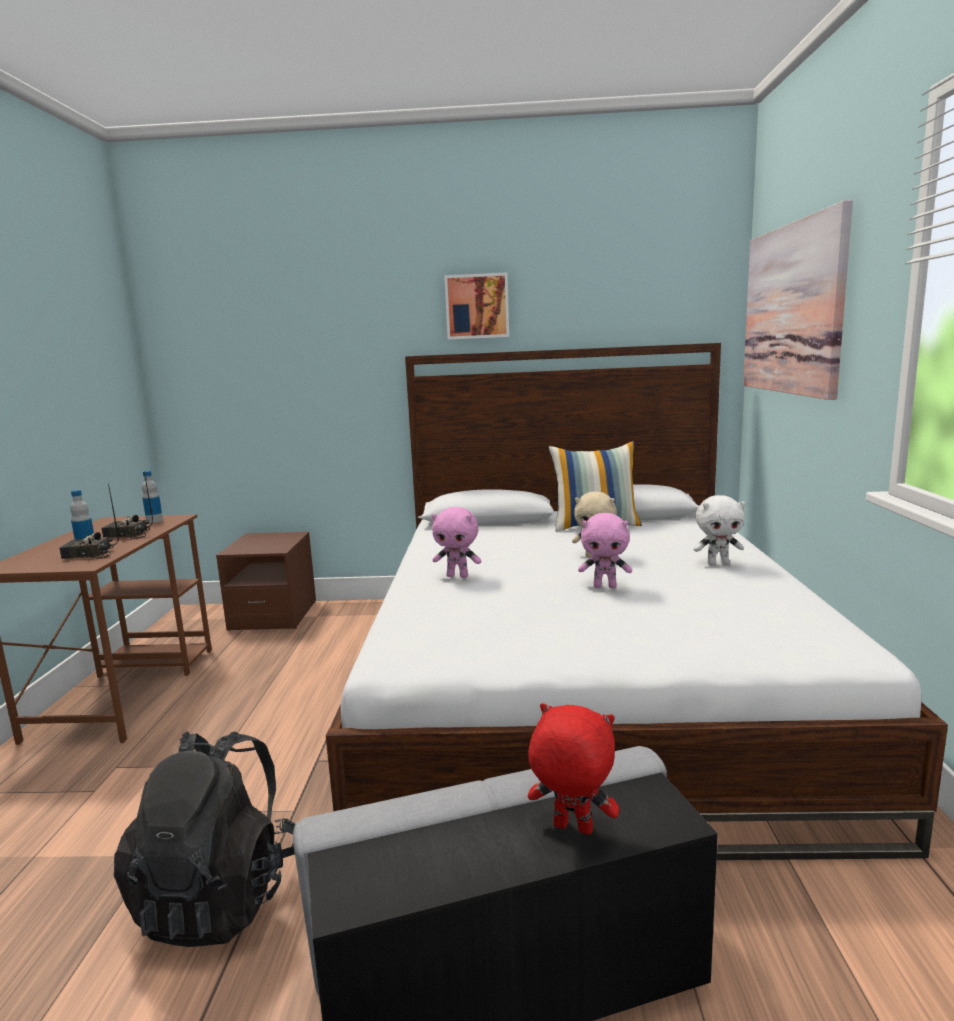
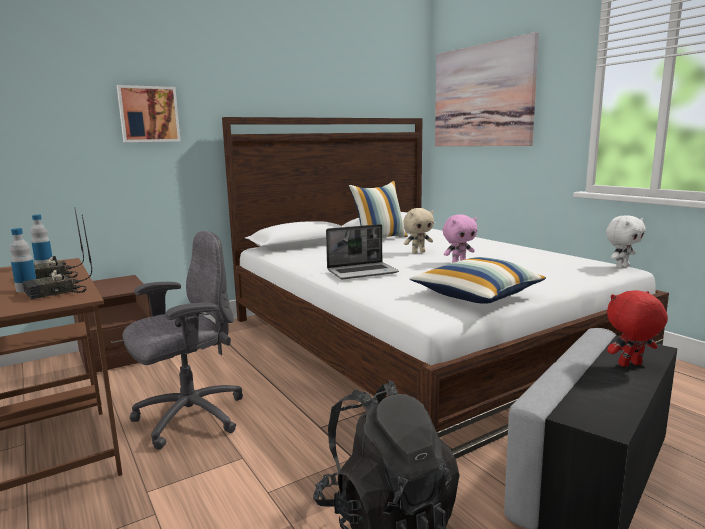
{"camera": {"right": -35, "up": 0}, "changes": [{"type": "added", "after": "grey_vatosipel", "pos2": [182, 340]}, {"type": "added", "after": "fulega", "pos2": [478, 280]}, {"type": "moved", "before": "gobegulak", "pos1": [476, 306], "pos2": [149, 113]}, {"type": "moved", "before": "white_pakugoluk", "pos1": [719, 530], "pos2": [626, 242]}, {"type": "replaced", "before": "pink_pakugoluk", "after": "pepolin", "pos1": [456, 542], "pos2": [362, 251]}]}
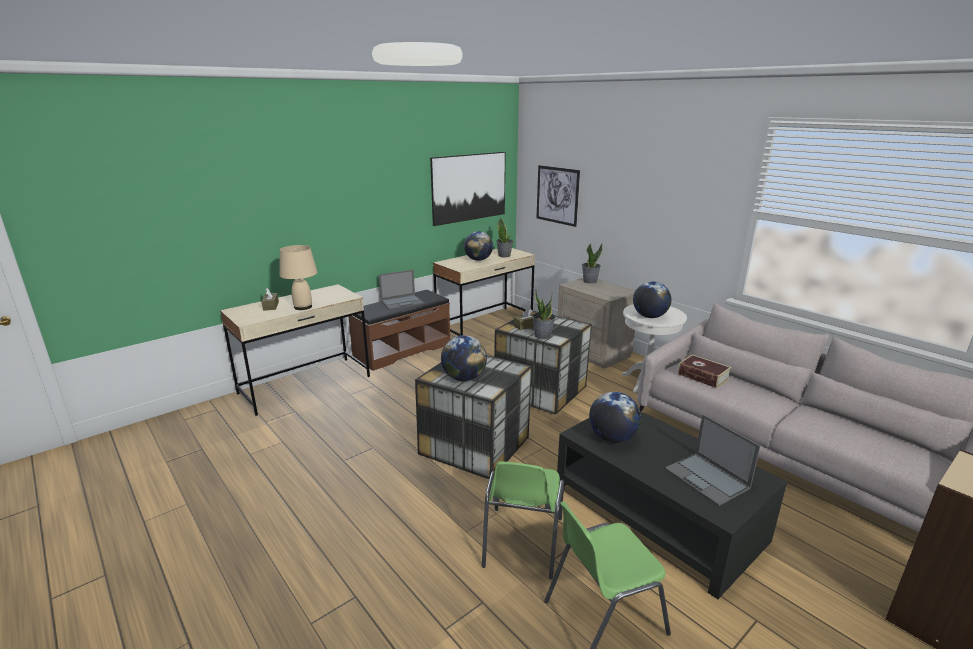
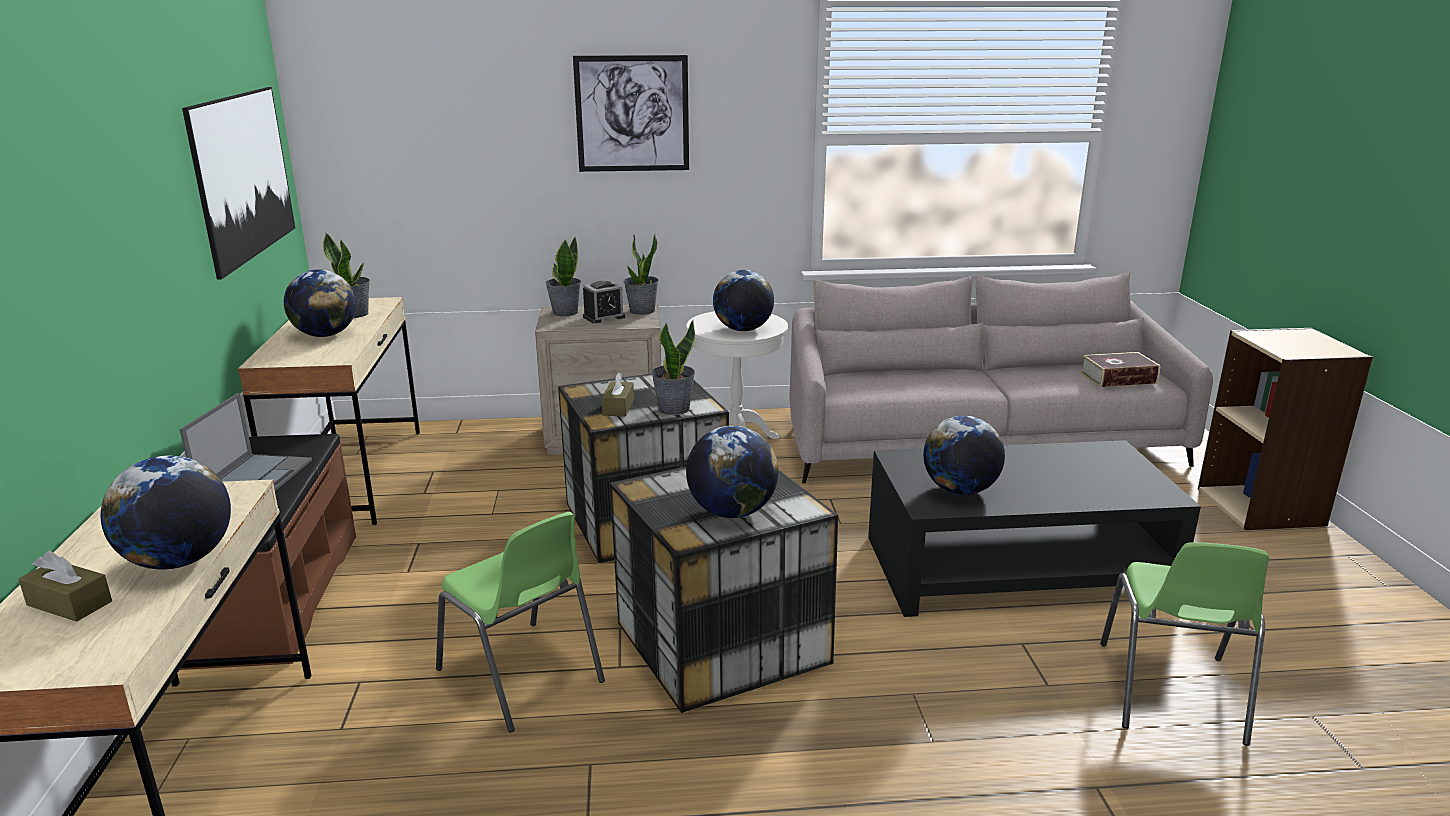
{"camera": {"right": -55, "up": 0}, "changes": [{"type": "removed", "before": "pepolin", "pos1": [712, 460]}, {"type": "added", "after": "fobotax", "pos2": [604, 302]}, {"type": "added", "after": "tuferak", "pos2": [641, 275]}, {"type": "moved", "before": "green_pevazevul", "pos1": [523, 520], "pos2": [520, 622]}, {"type": "moved", "before": "gobegulak", "pos1": [558, 196], "pos2": [631, 113]}, {"type": "moved", "before": "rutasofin", "pos1": [705, 371], "pos2": [1120, 369]}, {"type": "replaced", "before": "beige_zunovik", "after": "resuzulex", "pos1": [298, 277], "pos2": [166, 512]}]}
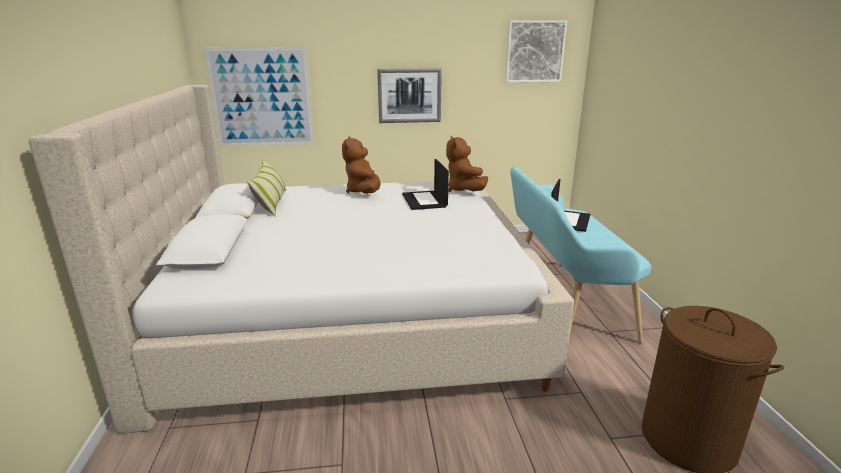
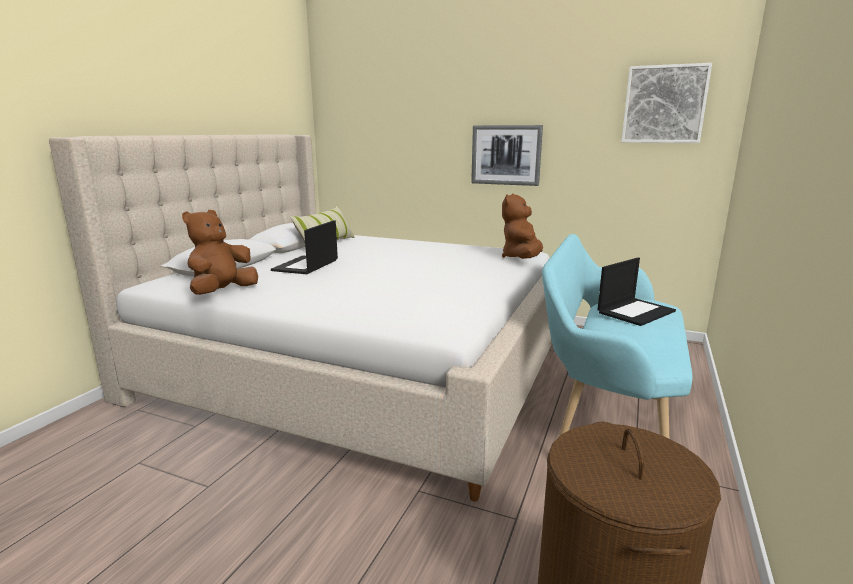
{"camera": {"right": 30, "up": -5}, "changes": [{"type": "removed", "before": "gobegulak", "pos1": [259, 97]}, {"type": "moved", "before": "brown_pakugoluk", "pos1": [361, 165], "pos2": [220, 252]}, {"type": "moved", "before": "pepolin", "pos1": [425, 184], "pos2": [304, 247]}]}
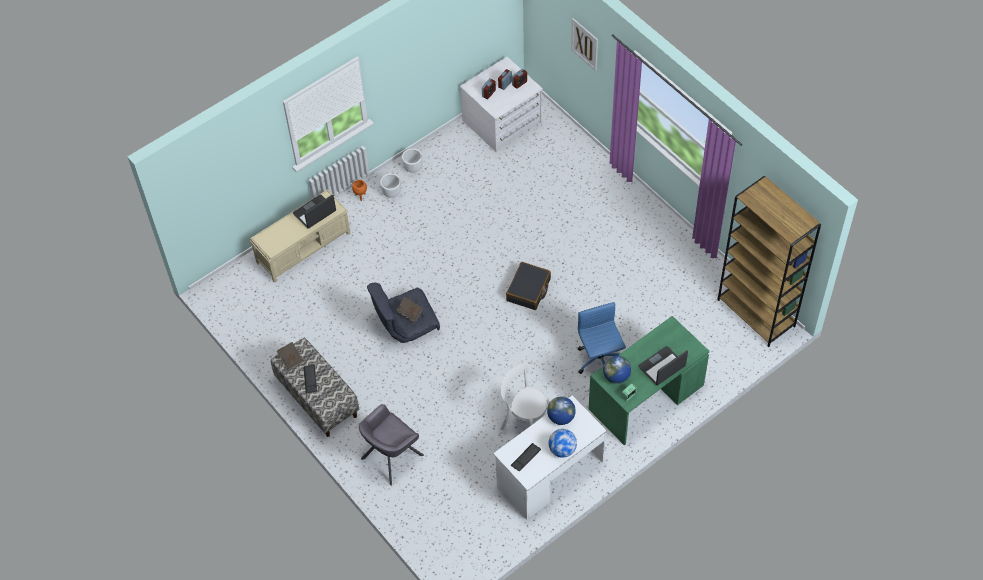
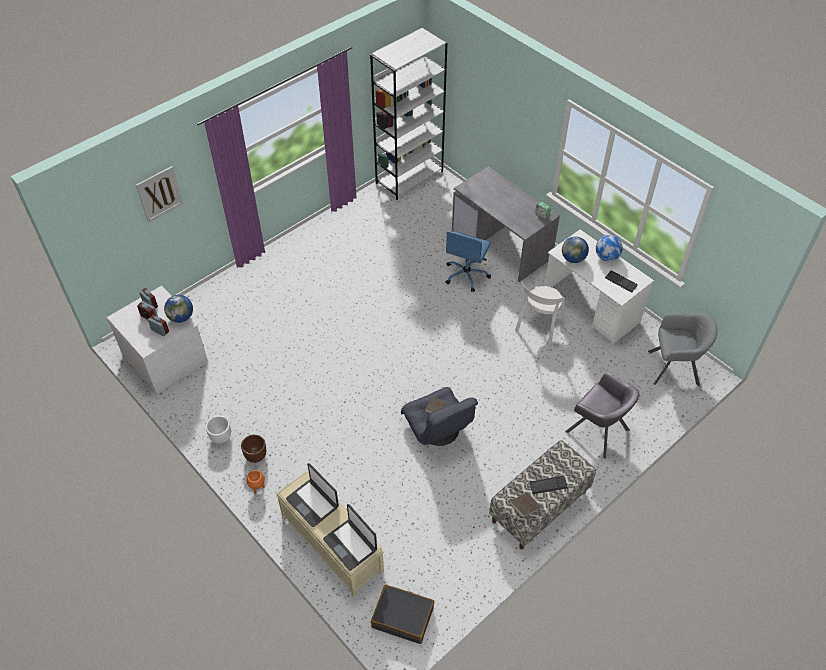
{"camera": {"right": -95, "up": -5}, "changes": [{"type": "added", "after": "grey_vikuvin", "pos2": [683, 349]}, {"type": "moved", "before": "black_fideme", "pos1": [528, 286], "pos2": [402, 614]}, {"type": "moved", "before": "resuzulex", "pos1": [617, 370], "pos2": [178, 309]}, {"type": "moved", "before": "pepolin", "pos1": [663, 365], "pos2": [350, 537]}, {"type": "recoloured", "before": "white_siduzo", "after": "brown_siduzo", "pos1": [390, 186], "pos2": [253, 448]}, {"type": "recoloured", "before": "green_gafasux", "after": "grey_gafasux", "pos1": [649, 380], "pos2": [506, 224]}, {"type": "recoloured", "before": "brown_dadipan", "after": "white_dadipan", "pos1": [769, 261], "pos2": [408, 114]}, {"type": "turned", "before": "blue_vatosipel", "pos1": [602, 338], "pos2": [468, 261], "turn": -45}]}
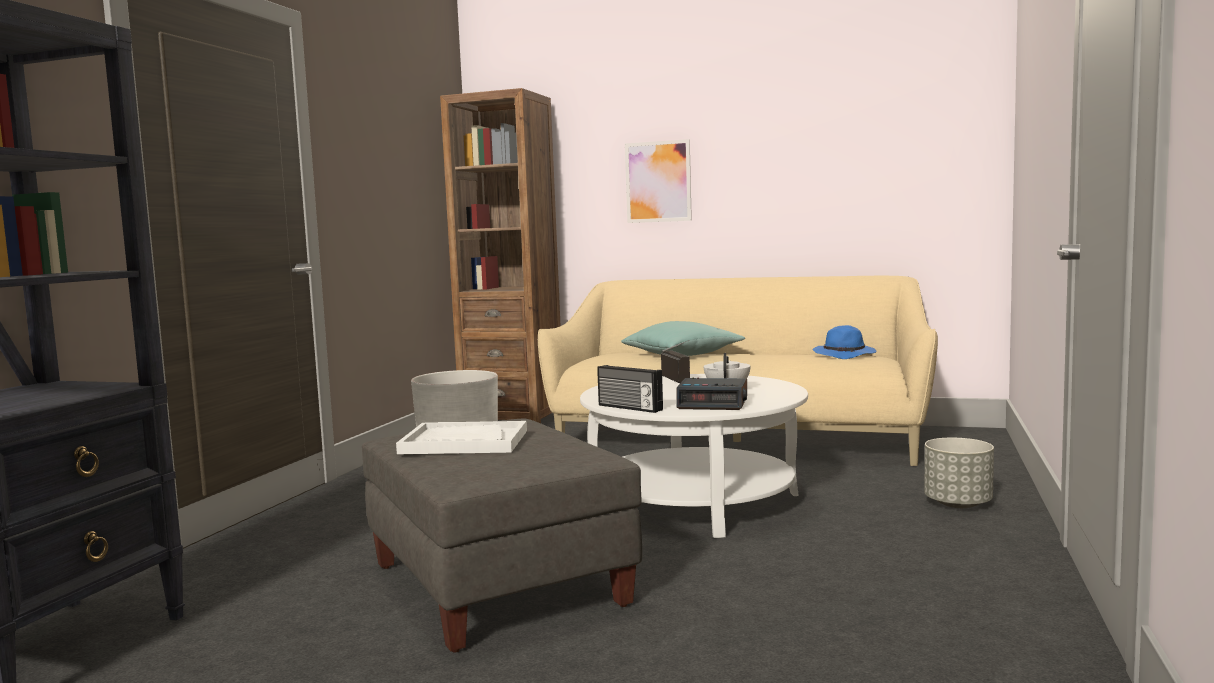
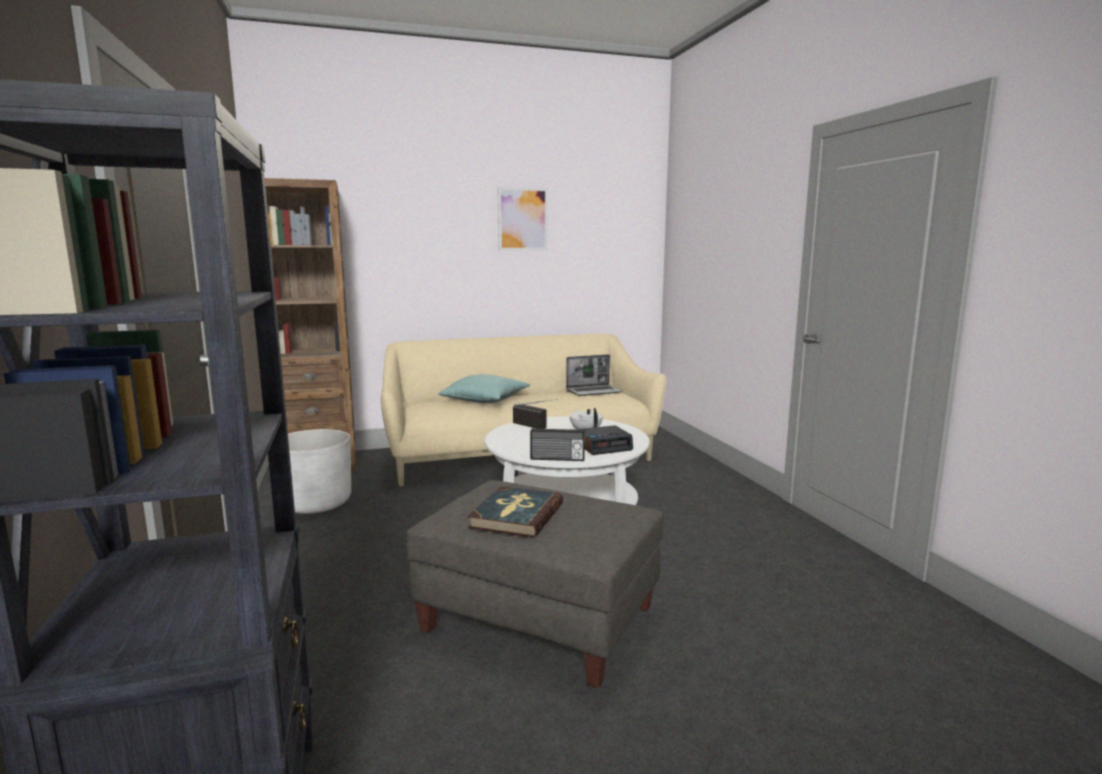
{"camera": {"right": -35, "up": 5}, "changes": [{"type": "removed", "before": "grey_siduzo", "pos1": [959, 473]}, {"type": "moved", "before": "gobegulak", "pos1": [658, 181], "pos2": [523, 219]}, {"type": "replaced", "before": "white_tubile", "after": "rutasofin", "pos1": [461, 437], "pos2": [515, 512]}, {"type": "replaced", "before": "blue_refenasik", "after": "pepolin", "pos1": [844, 342], "pos2": [594, 375]}]}
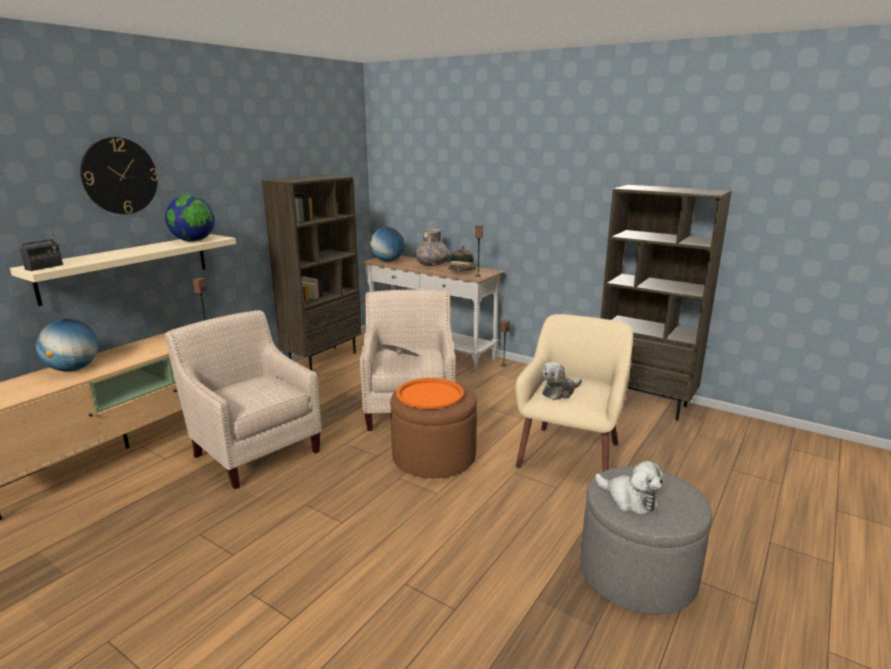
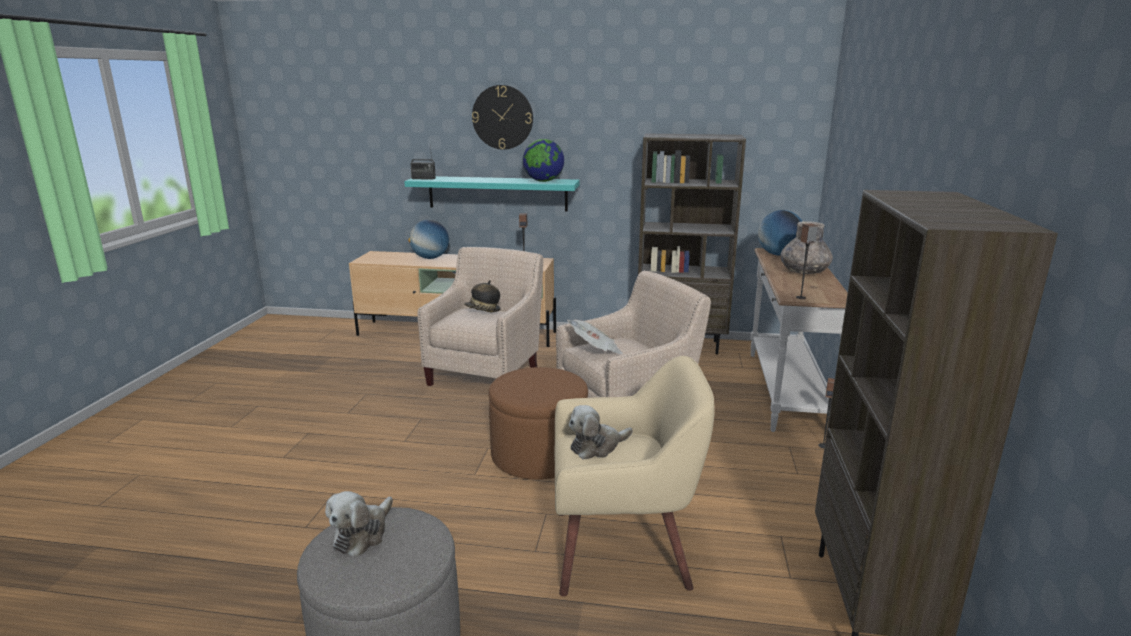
{"camera": {"right": 65, "up": 0}, "changes": [{"type": "removed", "before": "orange_tubile", "pos1": [430, 393]}, {"type": "moved", "before": "refenasik", "pos1": [462, 258], "pos2": [482, 296]}, {"type": "recoloured", "before": "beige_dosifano", "after": "turquoise_dosifano", "pos1": [123, 270], "pos2": [492, 193]}, {"type": "turned", "before": "pakugoluk", "pos1": [562, 381], "pos2": [601, 432], "turn": -60}]}
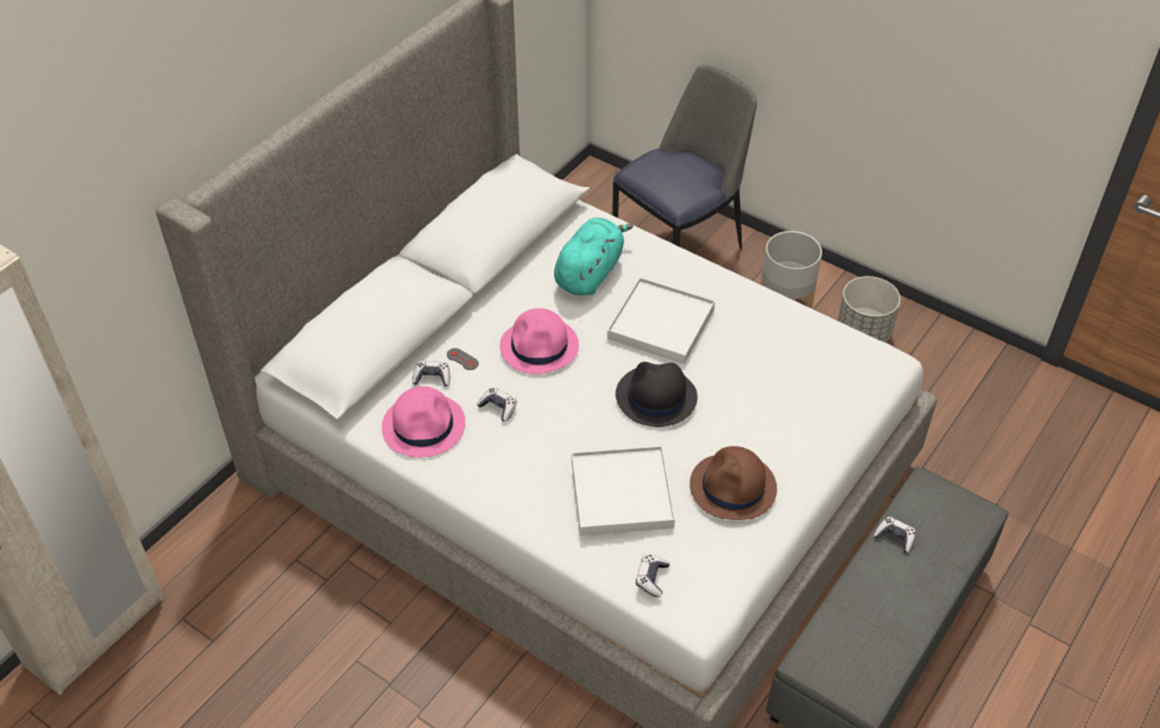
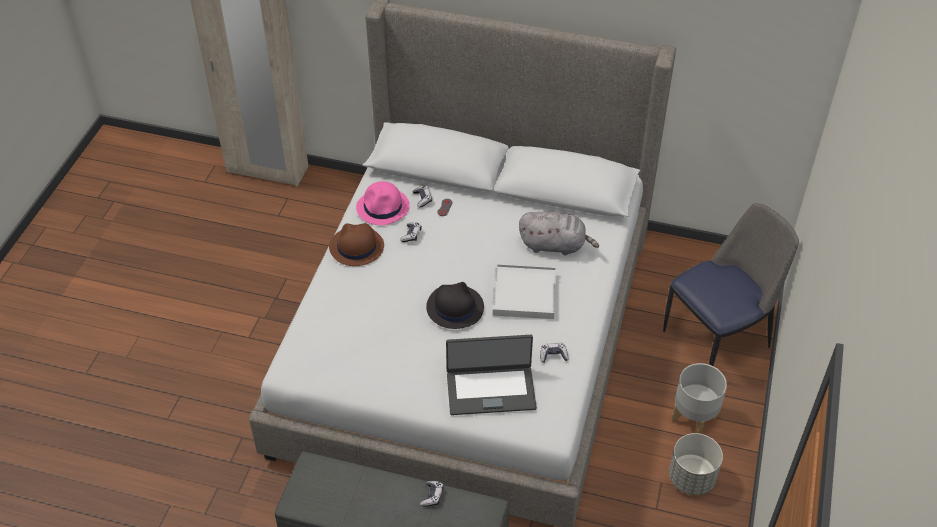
{"camera": {"right": 70, "up": 0}, "changes": [{"type": "removed", "before": "pink_refenasik", "pos1": [539, 341]}, {"type": "removed", "before": "white_tubile", "pos1": [623, 491]}, {"type": "added", "after": "pepolin", "pos2": [491, 375]}, {"type": "moved", "before": "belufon", "pos1": [653, 576], "pos2": [554, 353]}, {"type": "moved", "before": "brown_refenasik", "pos1": [733, 483], "pos2": [356, 244]}, {"type": "recoloured", "before": "turquoise_pakugoluk", "after": "grey_pakugoluk", "pos1": [593, 257], "pos2": [559, 234]}, {"type": "turned", "before": "pevazevul", "pos1": [684, 157], "pos2": [731, 284], "turn": -60}]}
